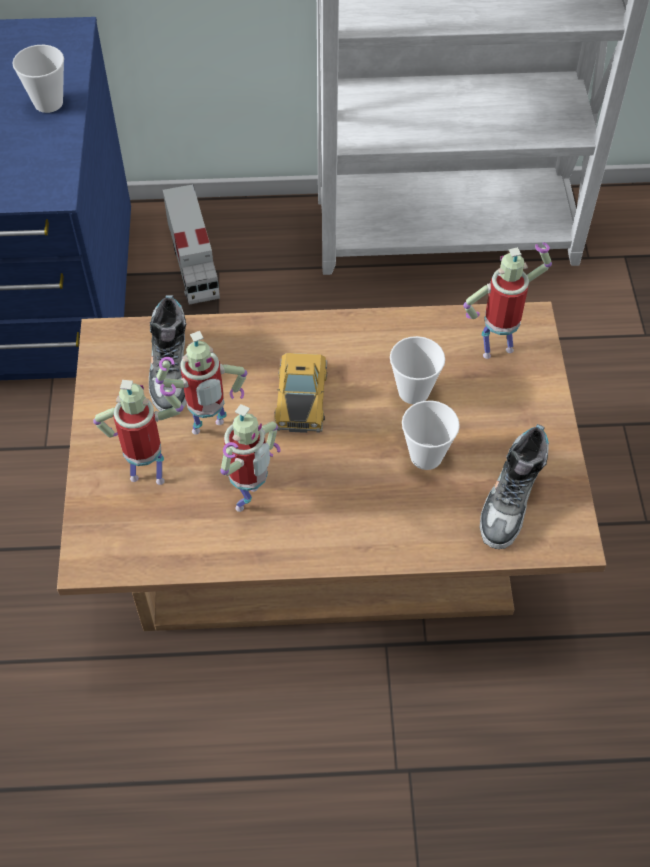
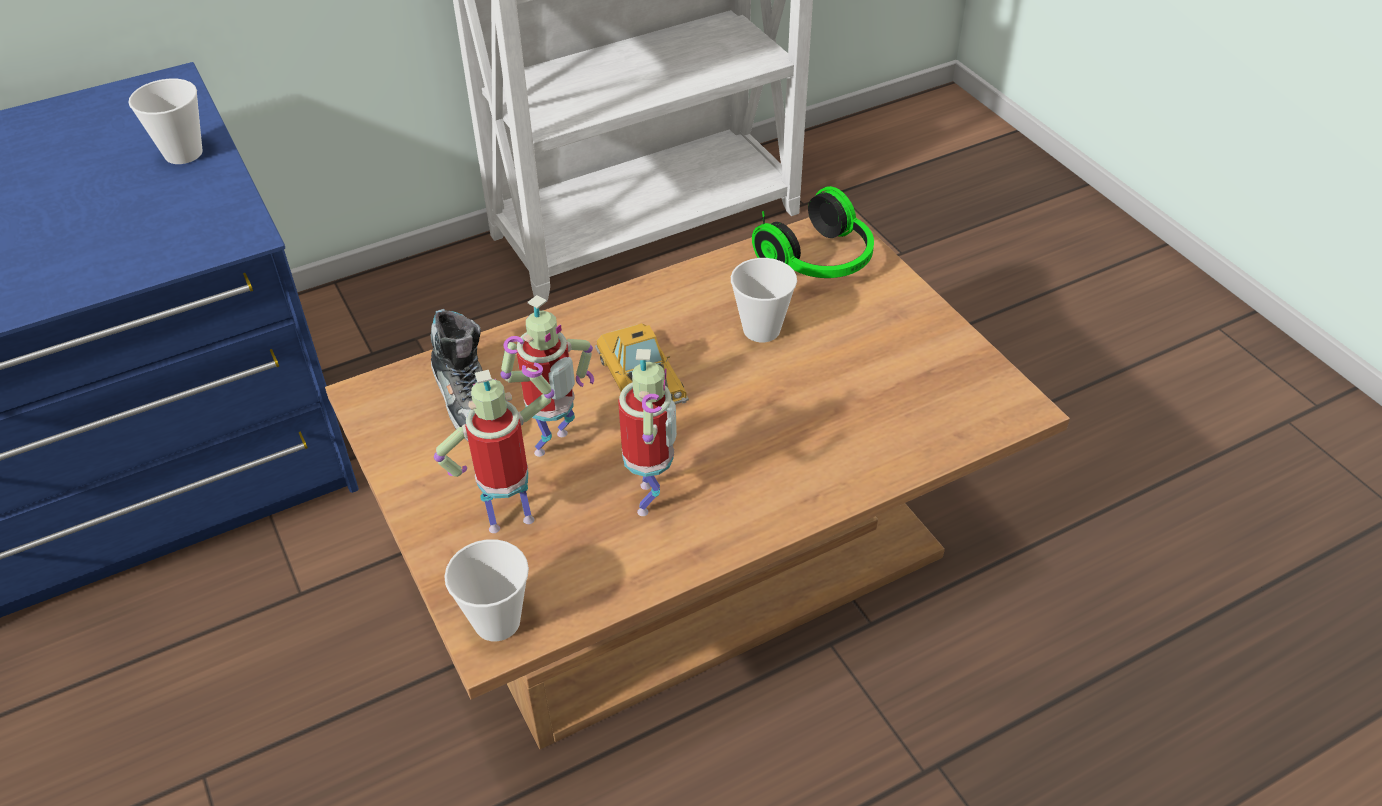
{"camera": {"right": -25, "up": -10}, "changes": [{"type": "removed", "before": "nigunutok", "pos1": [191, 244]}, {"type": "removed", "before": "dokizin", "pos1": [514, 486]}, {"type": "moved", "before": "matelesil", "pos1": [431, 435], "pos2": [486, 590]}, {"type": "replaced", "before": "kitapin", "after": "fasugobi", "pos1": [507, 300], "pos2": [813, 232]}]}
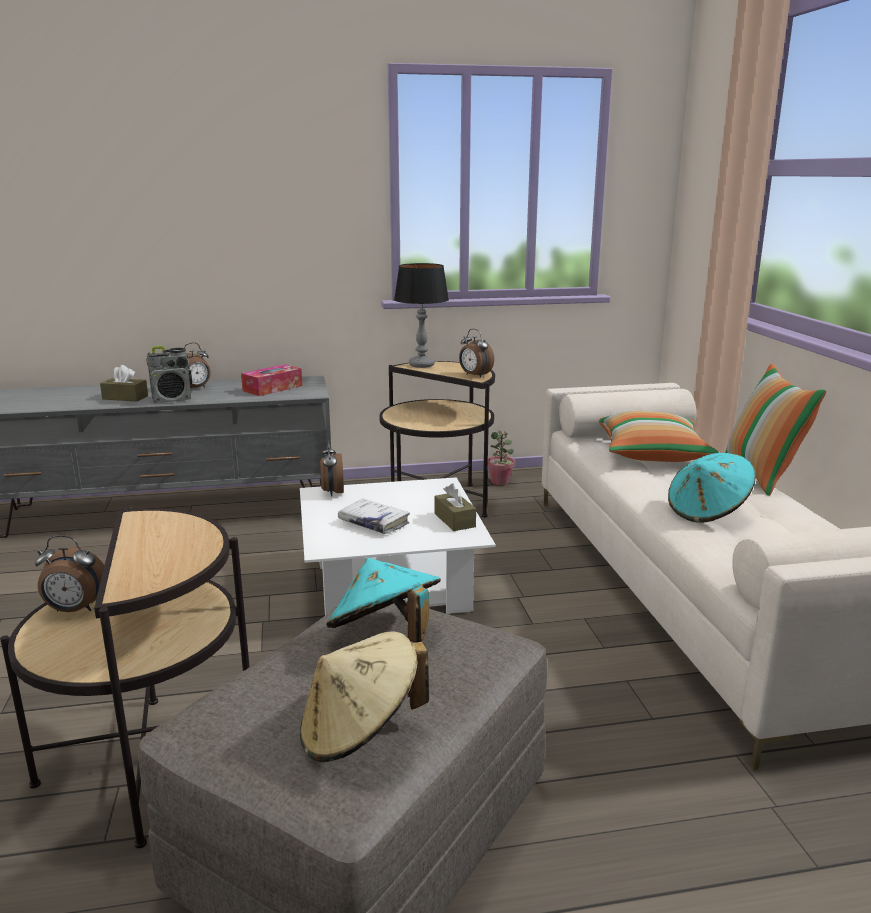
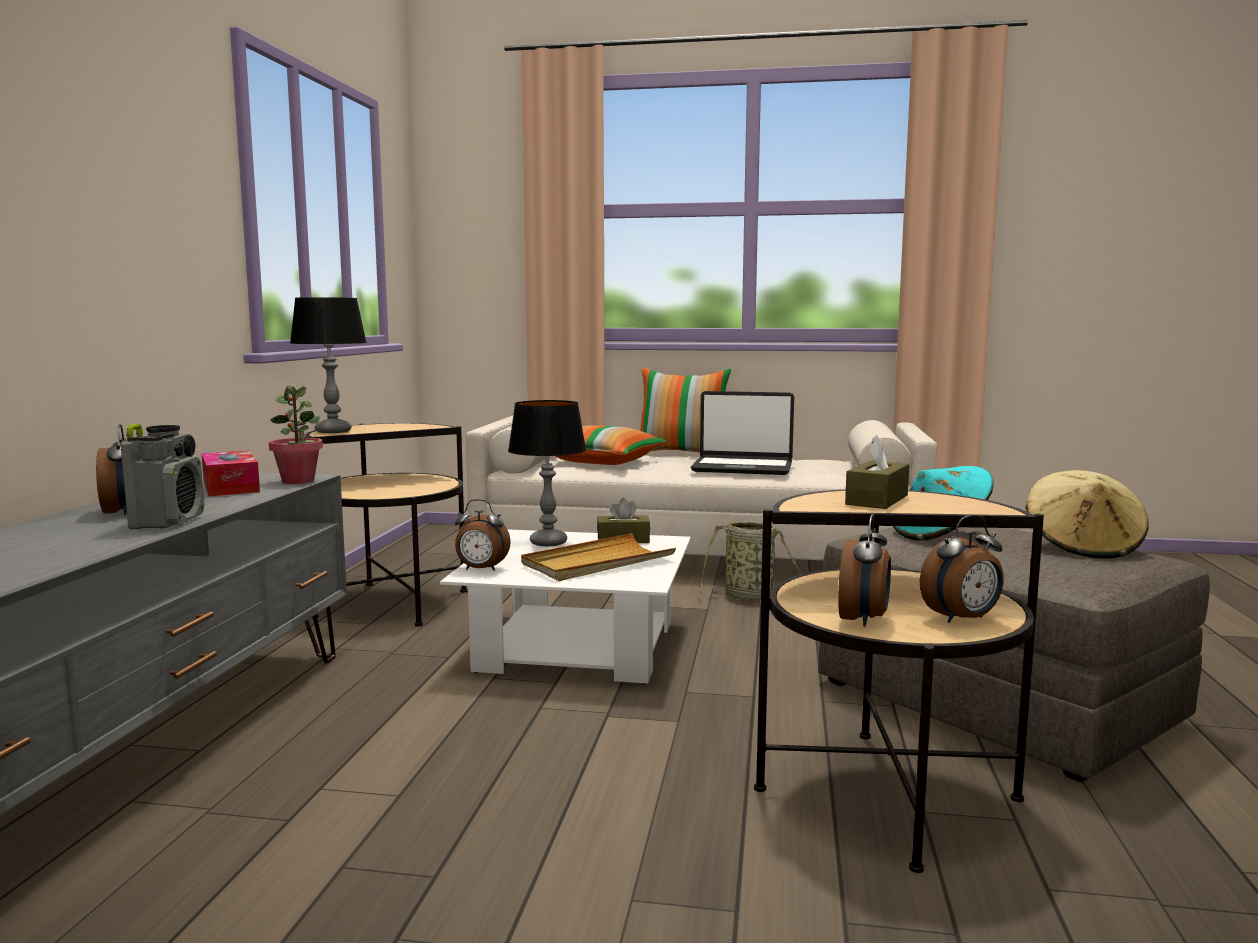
{"camera": {"right": -70, "up": -10}, "changes": [{"type": "added", "after": "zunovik", "pos2": [547, 473]}, {"type": "added", "after": "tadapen", "pos2": [750, 560]}, {"type": "moved", "before": "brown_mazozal", "pos1": [124, 383], "pos2": [877, 472]}, {"type": "moved", "before": "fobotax", "pos1": [476, 353], "pos2": [962, 569]}, {"type": "moved", "before": "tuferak", "pos1": [501, 457], "pos2": [296, 434]}, {"type": "replaced", "before": "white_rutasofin", "after": "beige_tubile", "pos1": [374, 516], "pos2": [598, 557]}, {"type": "replaced", "before": "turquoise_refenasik", "after": "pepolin", "pos1": [712, 488], "pos2": [742, 433]}]}
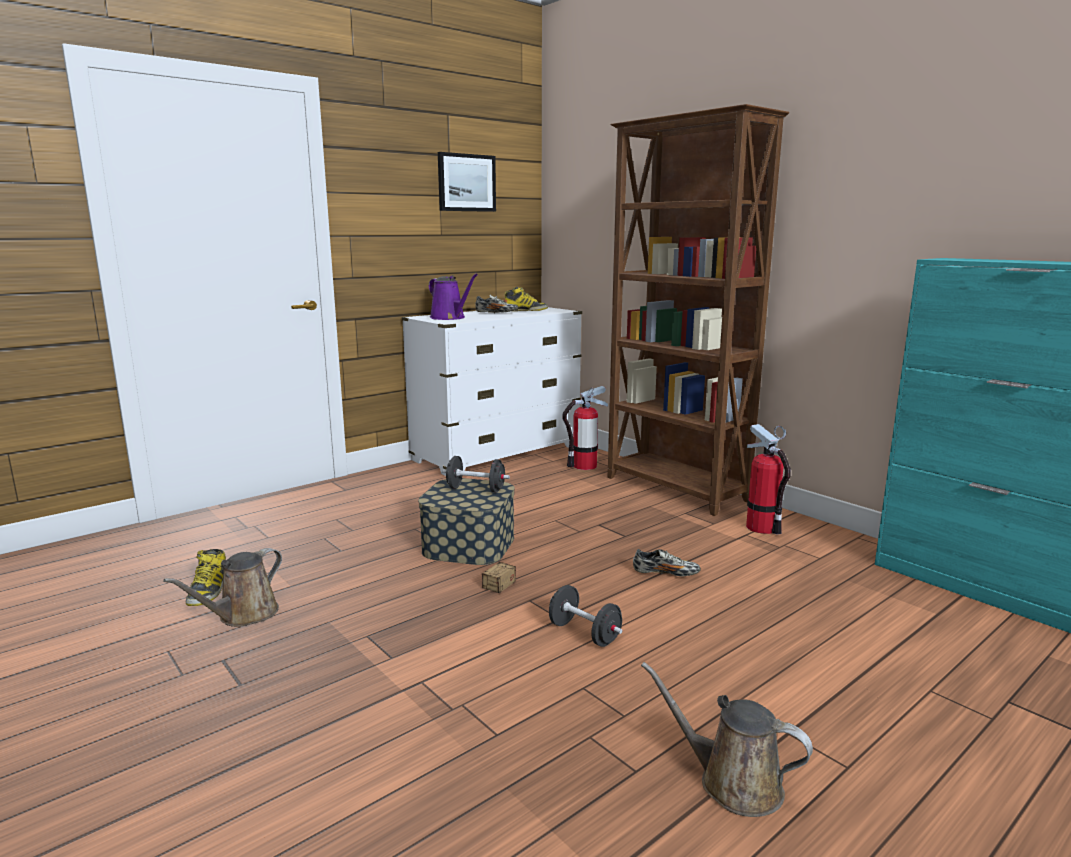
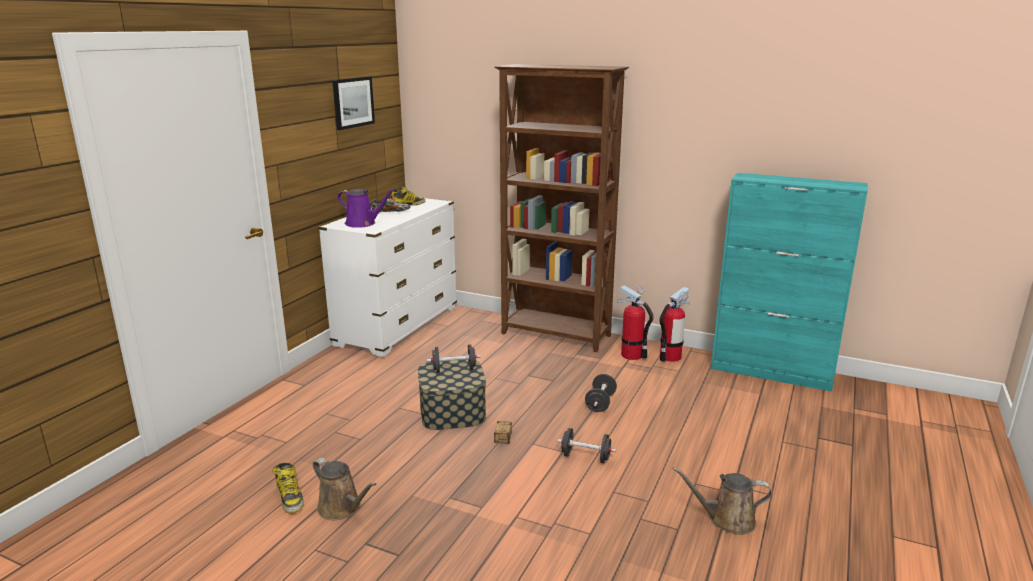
{"camera": {"right": -25, "up": 5}, "changes": [{"type": "moved", "before": "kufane", "pos1": [585, 428], "pos2": [674, 324]}, {"type": "replaced", "before": "dokizin", "after": "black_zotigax", "pos1": [667, 562], "pos2": [601, 393]}, {"type": "turned", "before": "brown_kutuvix", "pos1": [222, 587], "pos2": [344, 489], "turn": -60}]}
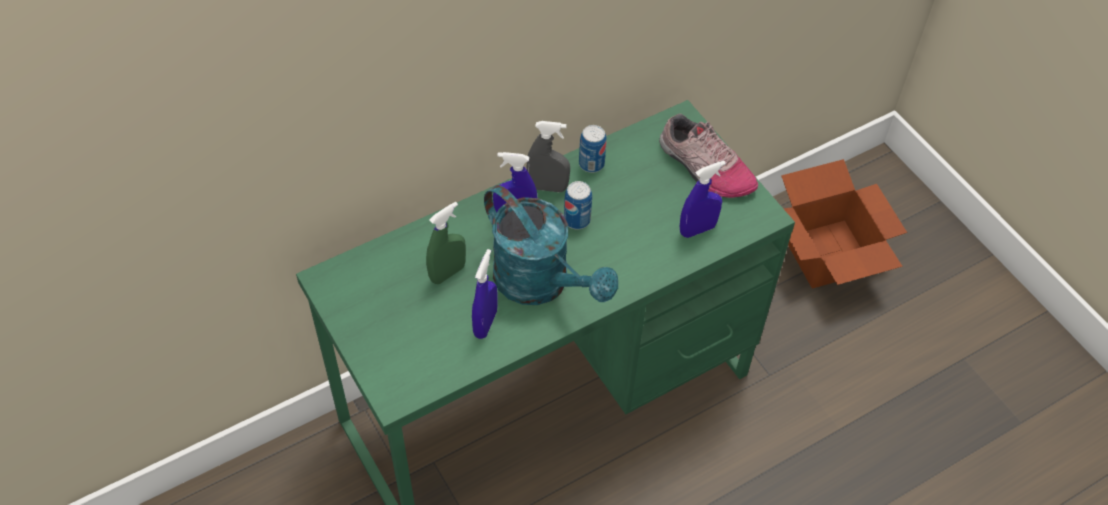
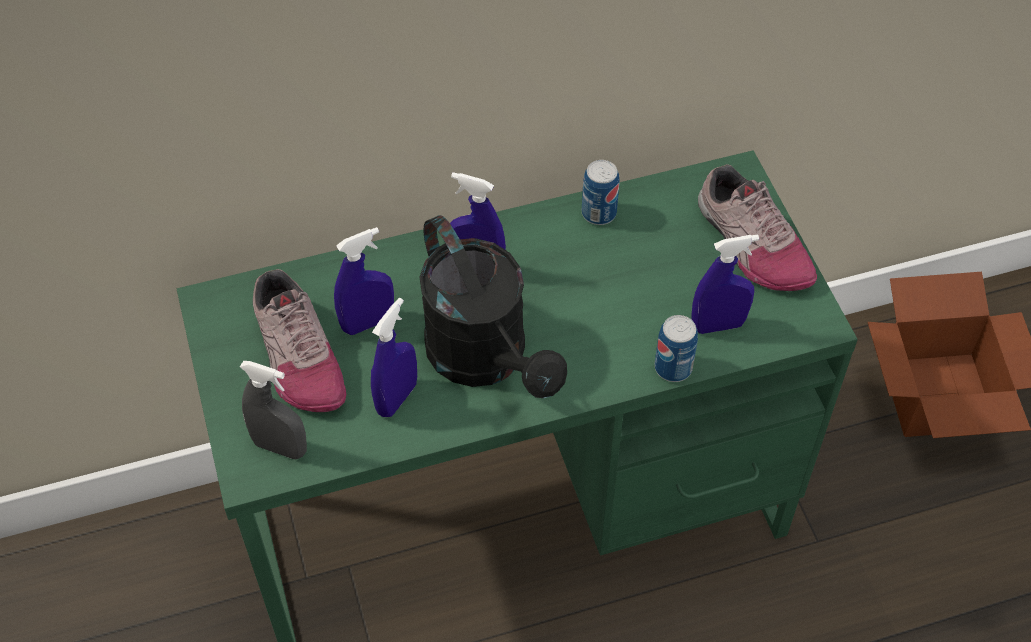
{"camera": {"right": 15, "up": 0}, "changes": [{"type": "added", "after": "dokizin", "pos2": [299, 340]}, {"type": "moved", "before": "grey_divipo", "pos1": [548, 156], "pos2": [273, 410]}, {"type": "moved", "before": "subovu", "pos1": [578, 205], "pos2": [676, 348]}, {"type": "recoloured", "before": "green_divipo", "after": "blue_divipo", "pos1": [446, 243], "pos2": [364, 281]}, {"type": "recoloured", "before": "turquoise_kutuvix", "after": "black_kutuvix", "pos1": [551, 245], "pos2": [493, 306]}]}
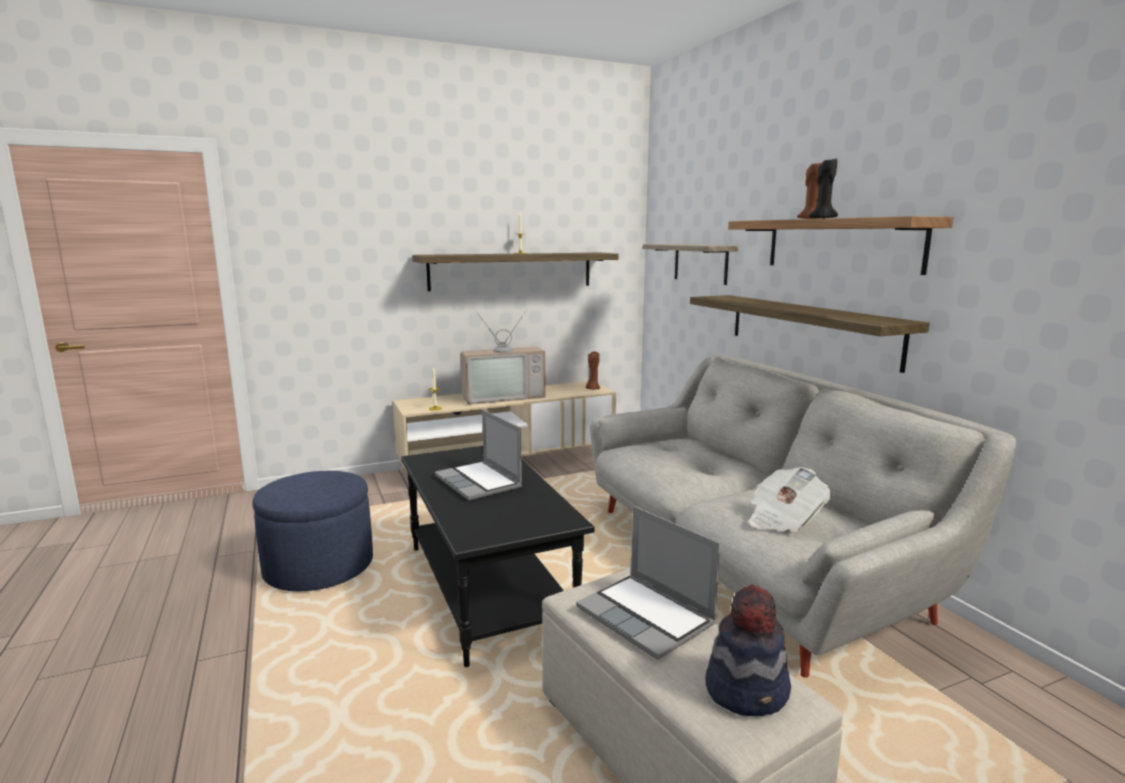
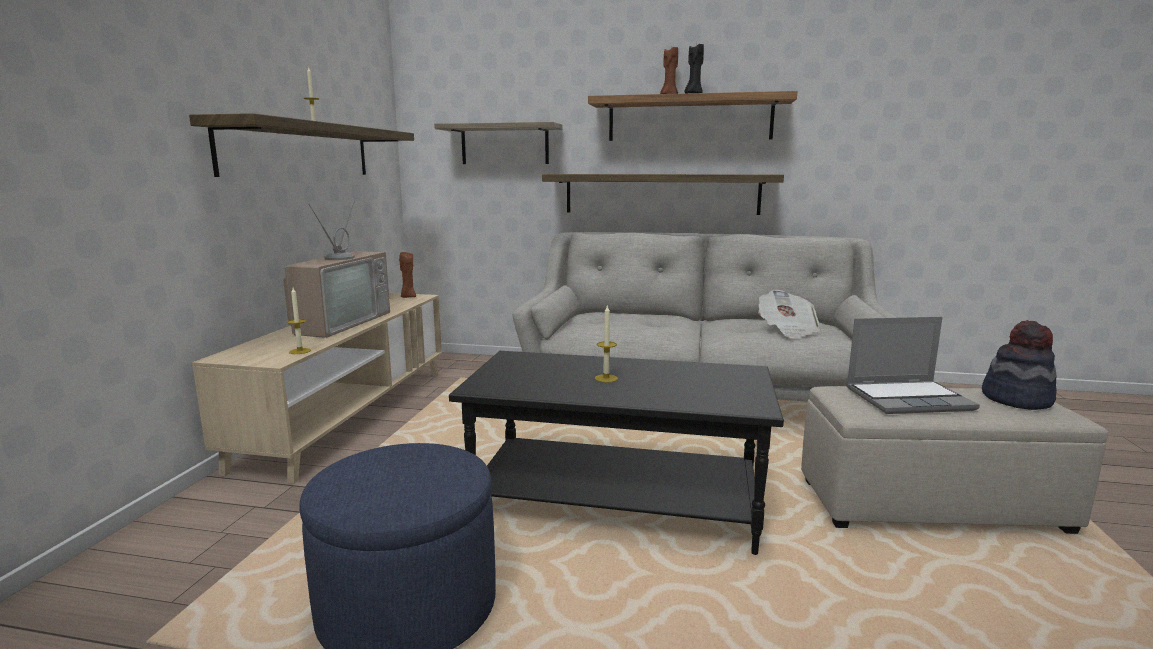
{"camera": {"right": -55, "up": 0}, "changes": [{"type": "replaced", "before": "pepolin", "after": "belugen", "pos1": [478, 455], "pos2": [606, 344]}]}
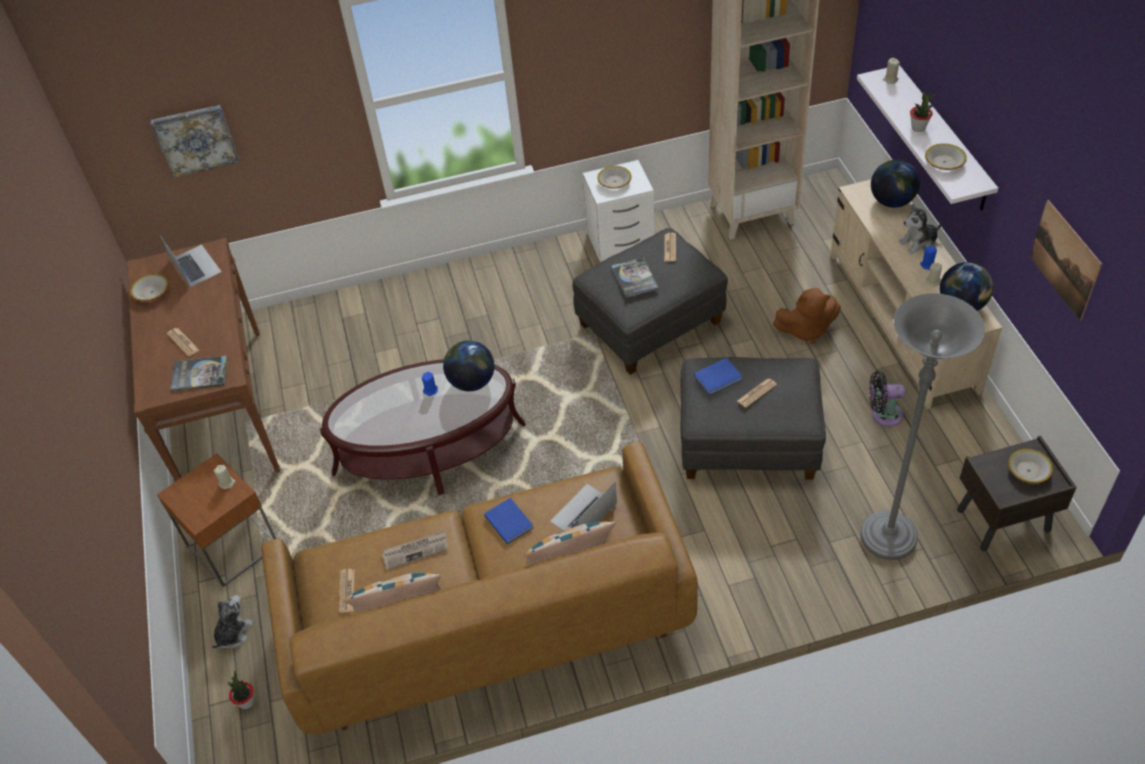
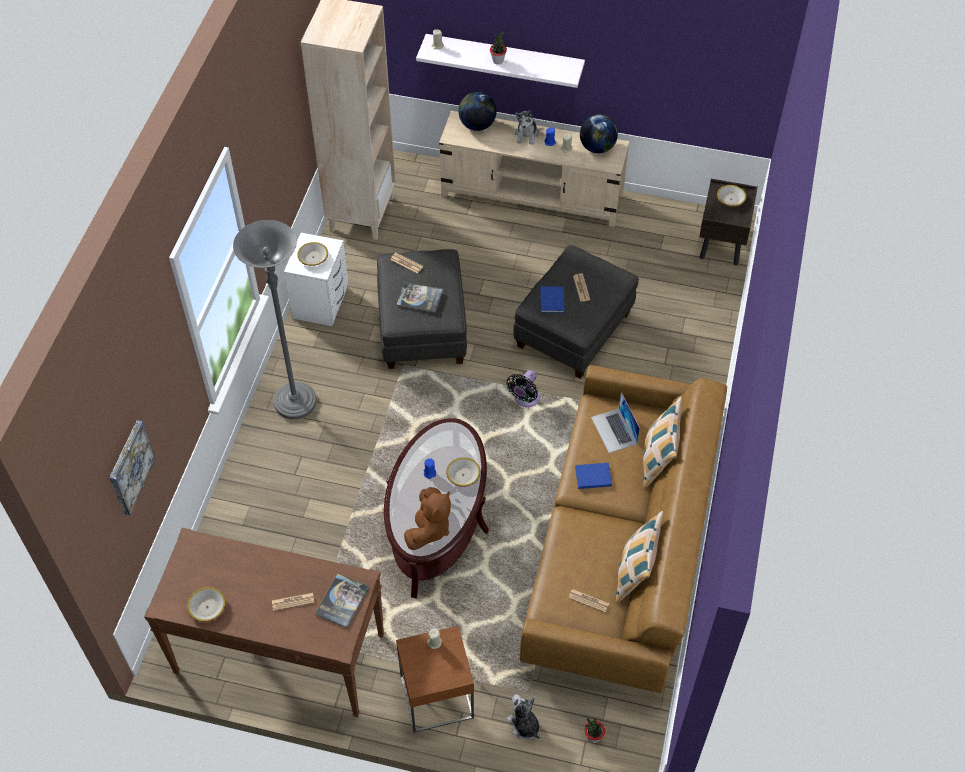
{"camera": {"right": -65, "up": 5}, "changes": [{"type": "removed", "before": "pepolin", "pos1": [191, 261]}, {"type": "removed", "before": "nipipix", "pos1": [415, 550]}, {"type": "removed", "before": "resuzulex", "pos1": [468, 365]}, {"type": "removed", "before": "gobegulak", "pos1": [1066, 260]}, {"type": "moved", "before": "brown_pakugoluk", "pos1": [807, 316], "pos2": [427, 518]}, {"type": "moved", "before": "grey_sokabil", "pos1": [922, 426], "pos2": [275, 319]}, {"type": "moved", "before": "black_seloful", "pos1": [887, 399], "pos2": [523, 388]}, {"type": "moved", "before": "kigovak", "pos1": [946, 156], "pos2": [463, 472]}]}
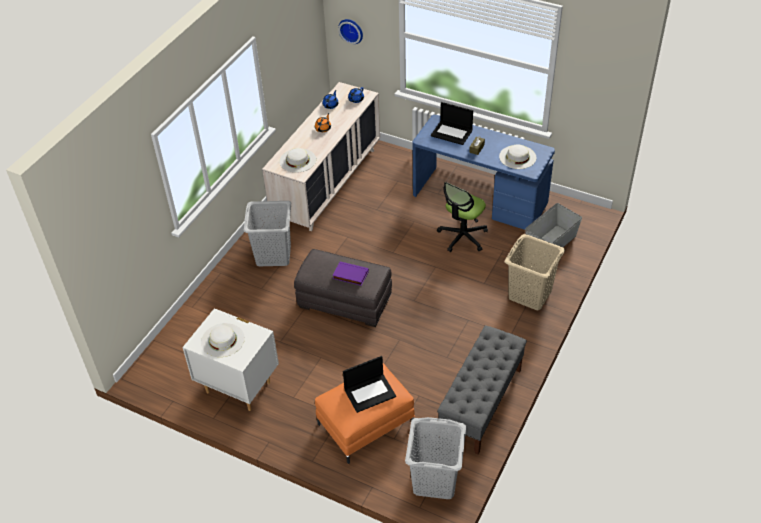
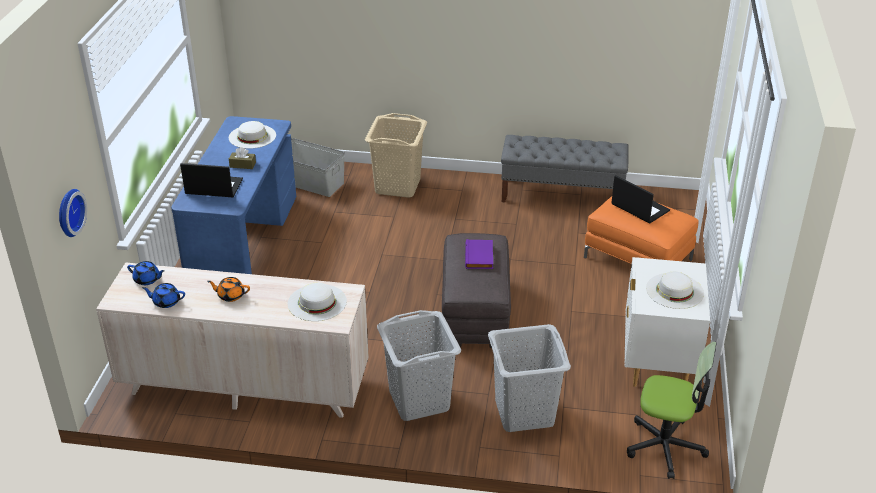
{"camera": {"right": -110, "up": -10}, "changes": [{"type": "moved", "before": "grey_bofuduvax", "pos1": [435, 458], "pos2": [529, 378]}, {"type": "moved", "before": "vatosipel", "pos1": [462, 217], "pos2": [672, 410]}, {"type": "turned", "before": "pepolin", "pos1": [452, 123], "pos2": [211, 180], "turn": -90}]}
